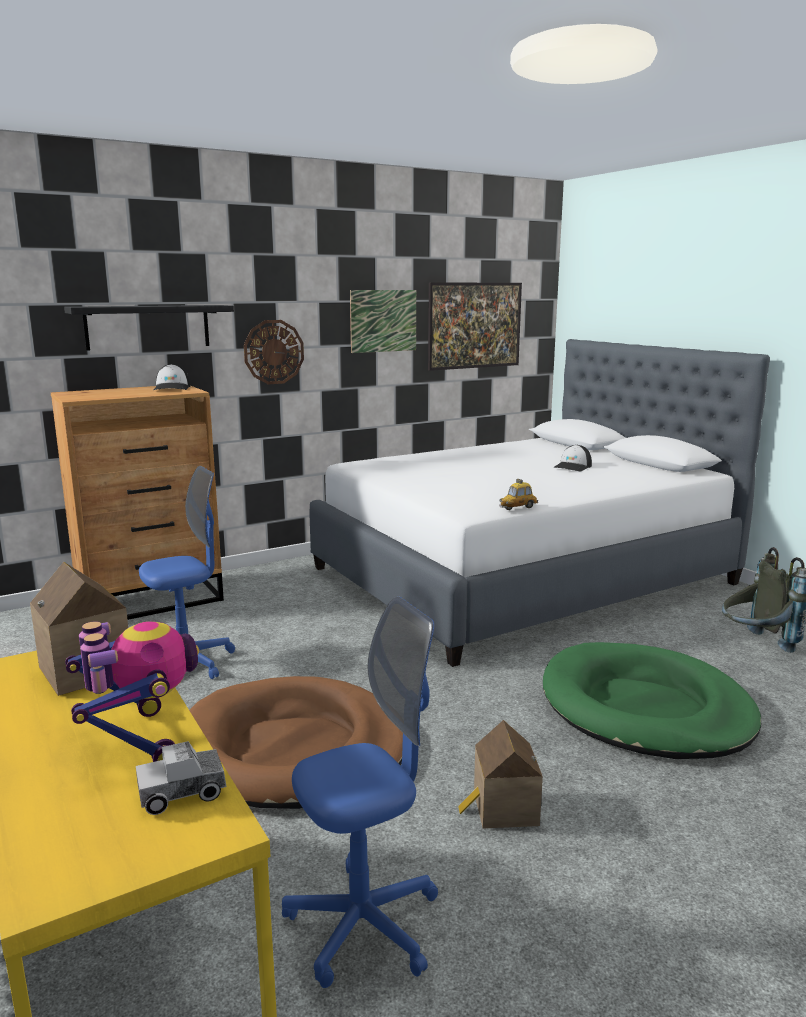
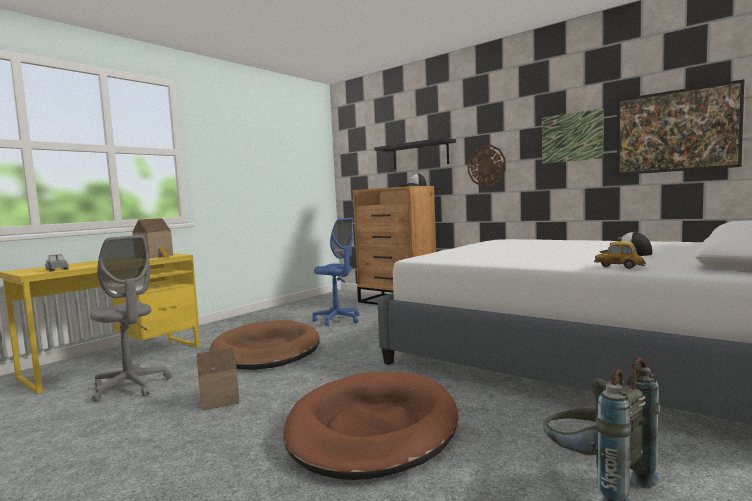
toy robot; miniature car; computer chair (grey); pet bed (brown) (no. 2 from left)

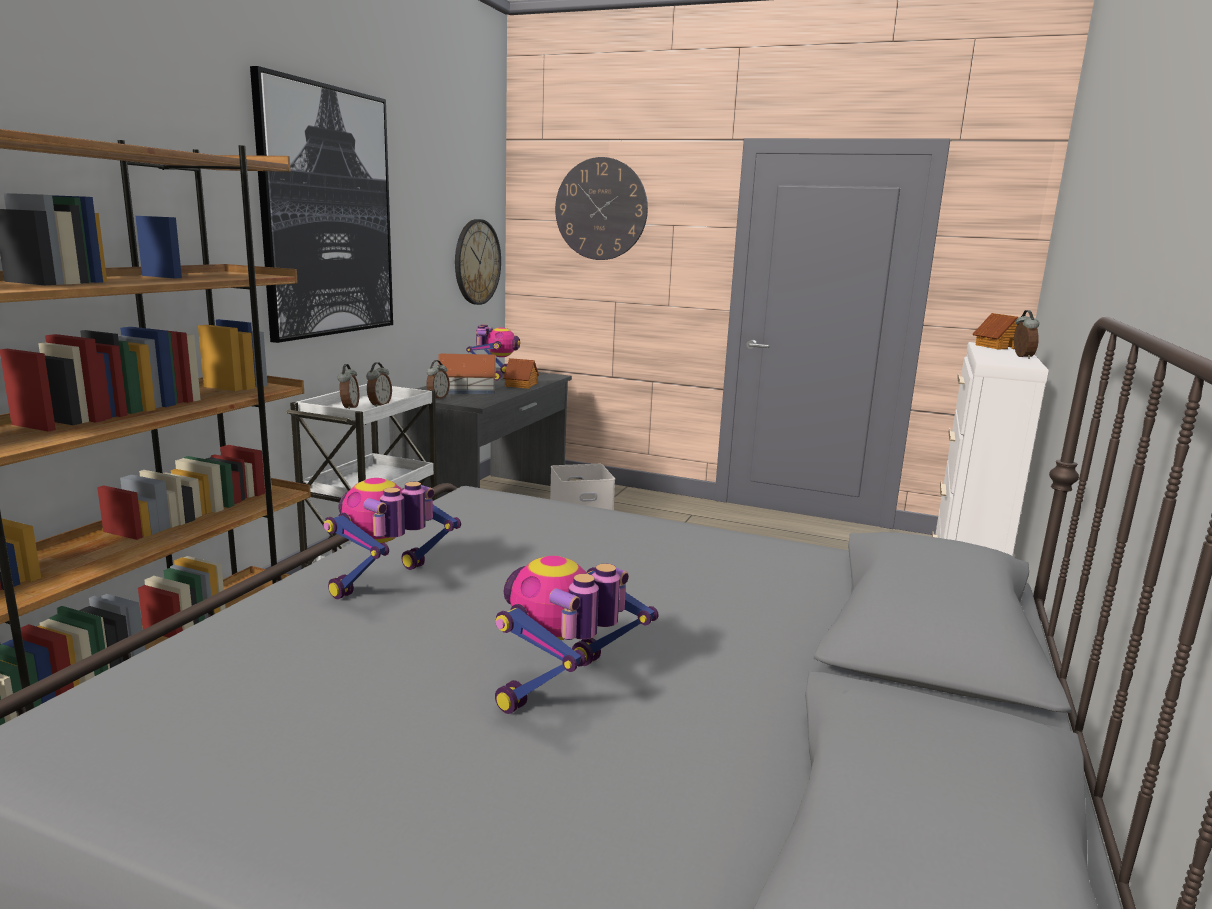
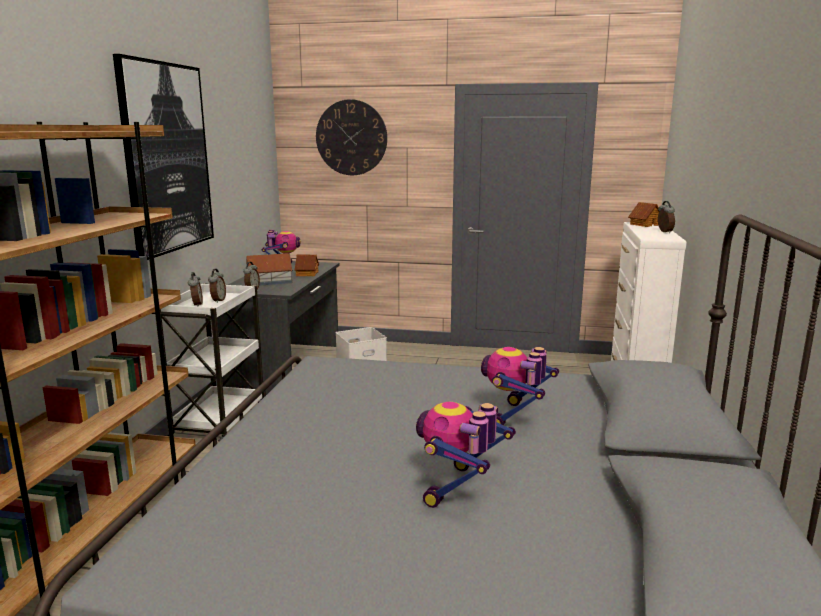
clock on the wall (no. 1 from left in the first image); toy robot (no. 3 from left)

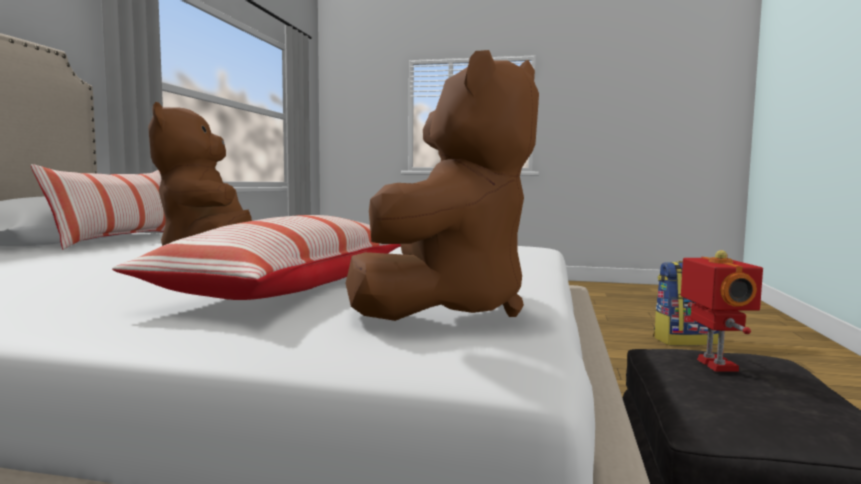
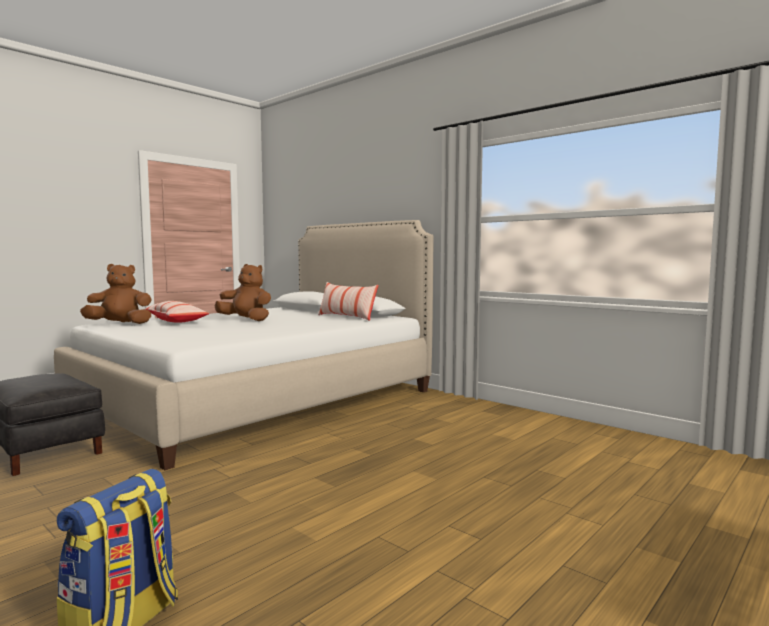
toy robot; plush toy (brown) (no. 1 from left)

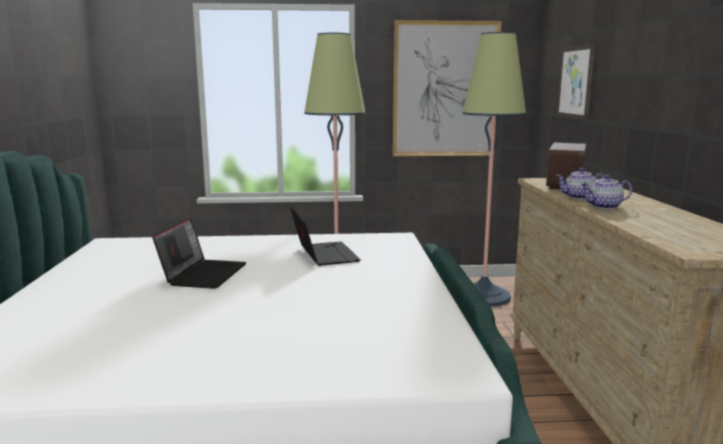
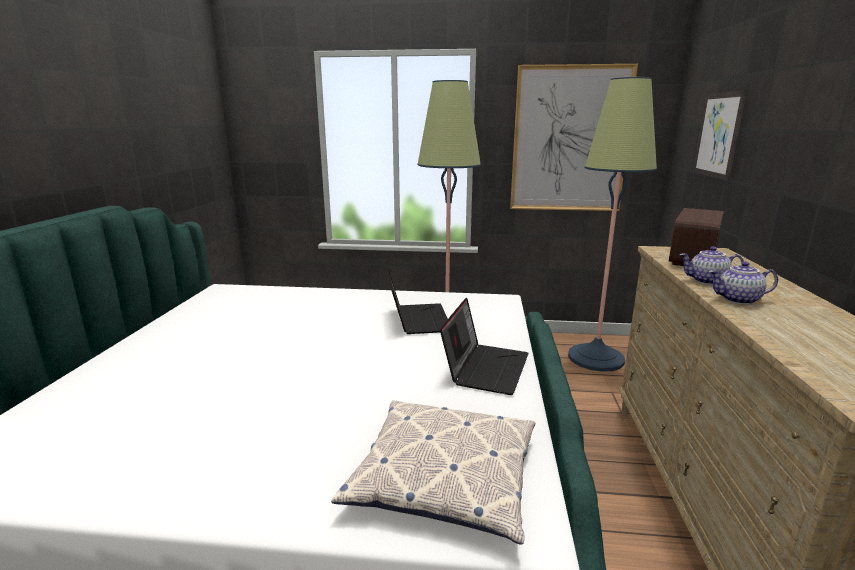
pillow; notebook computer (no. 2 from left)

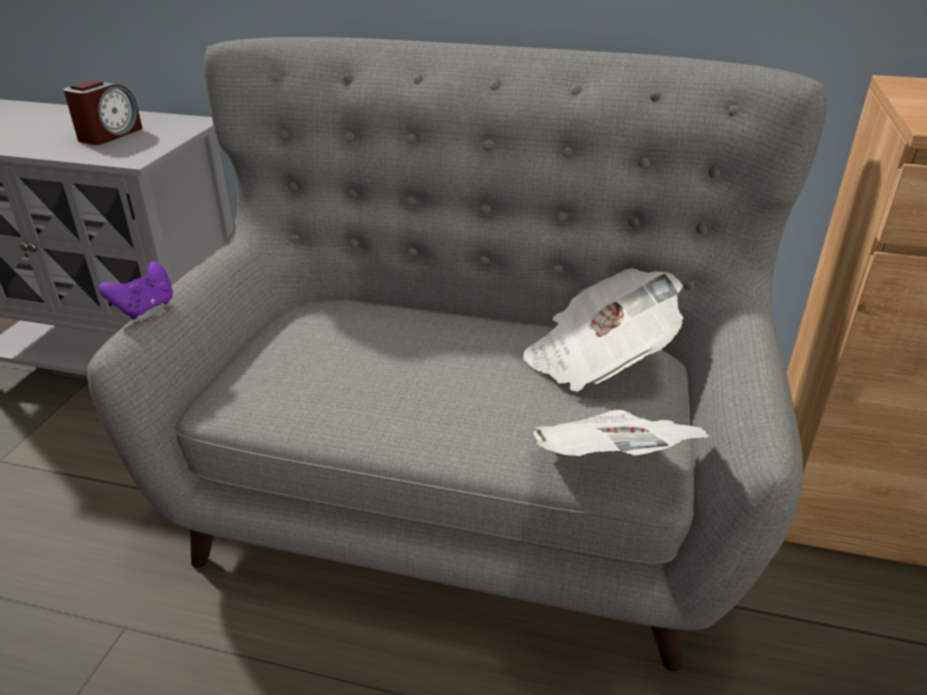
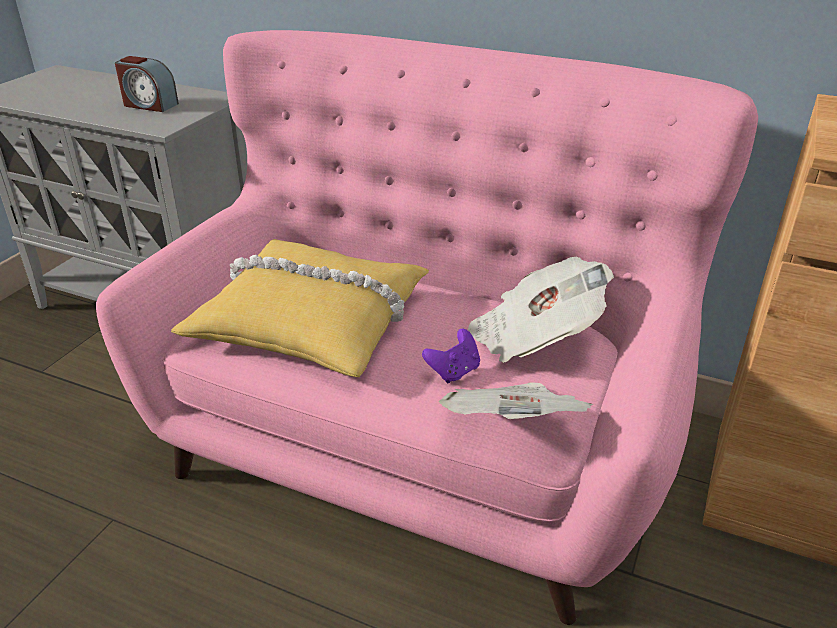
pillow (yellow-coloured); gamepad (purplish); couch (pink); table clock

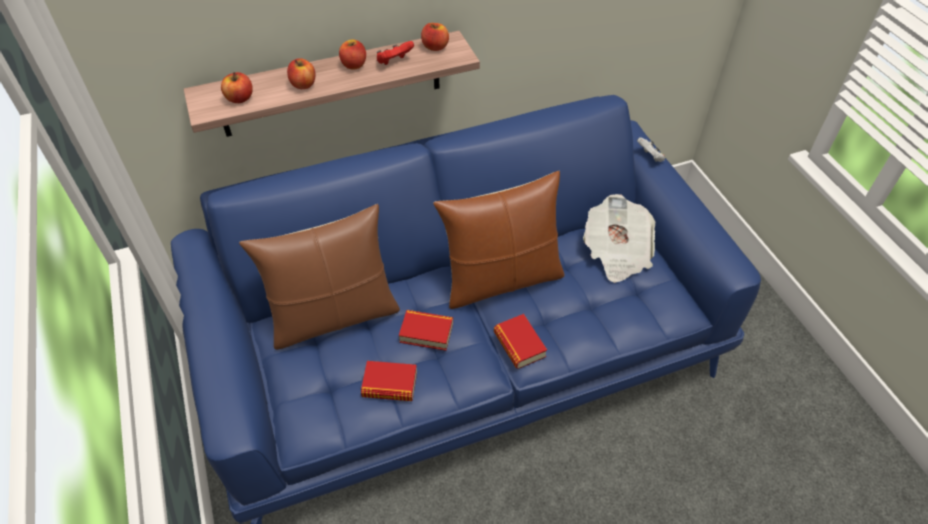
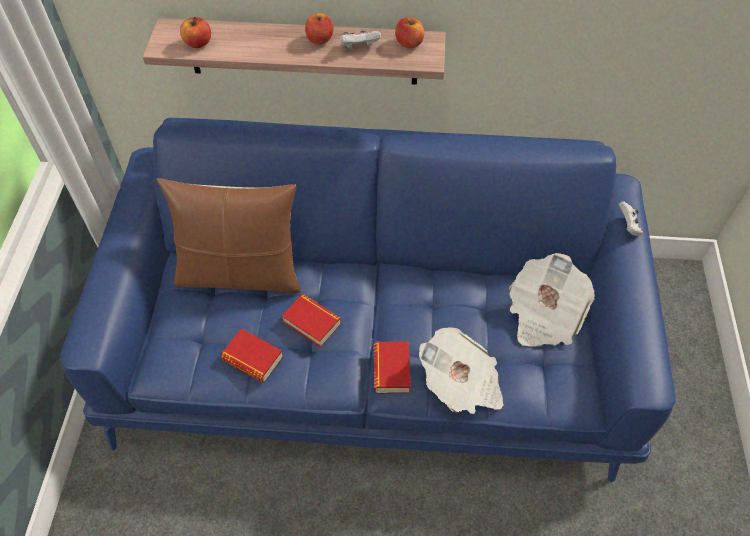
apple (no. 2 from left in the first image); pillow (brown) (no. 2 from left in the first image); daily paper (no. 1 from left); gamepad (white-coloured) (no. 1 from left)

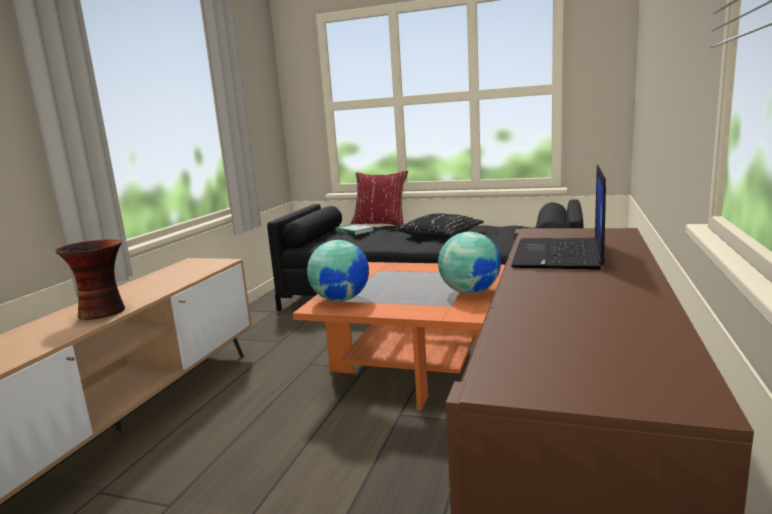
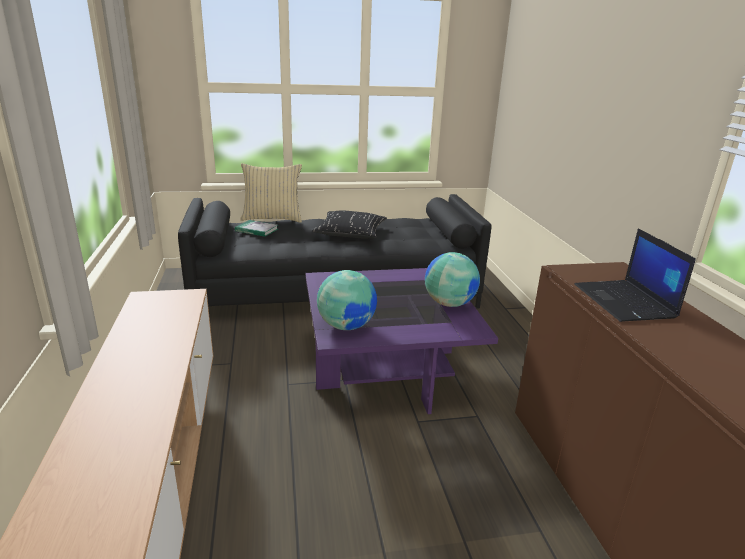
decorative vase; low table (purplish); pillow (beige-coloured)

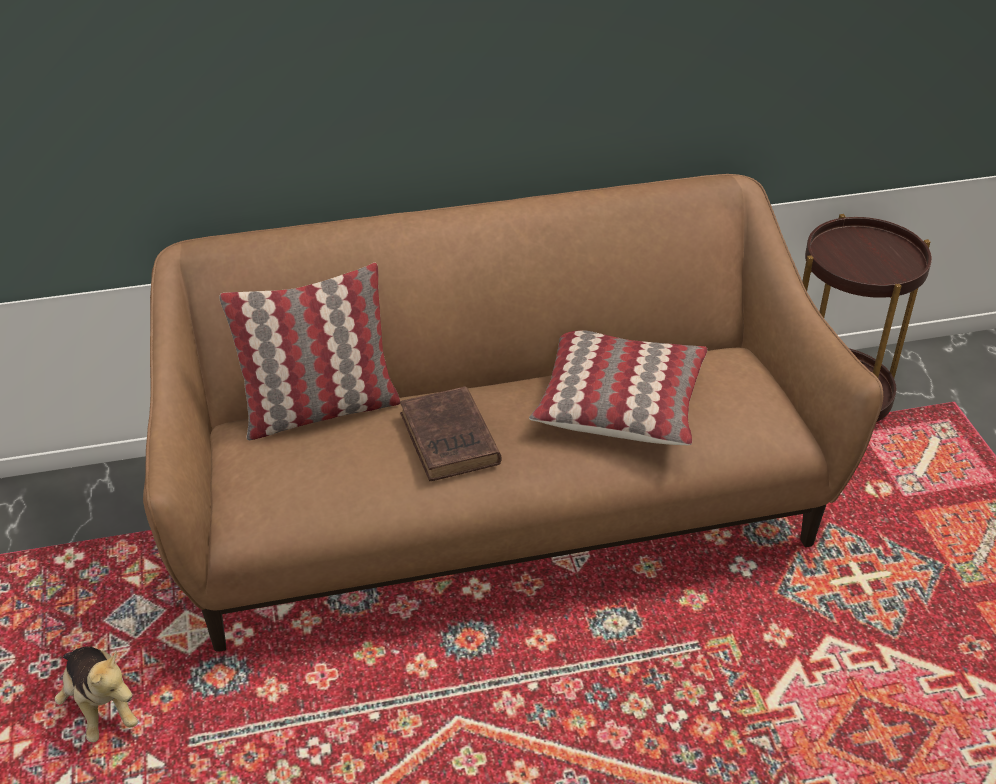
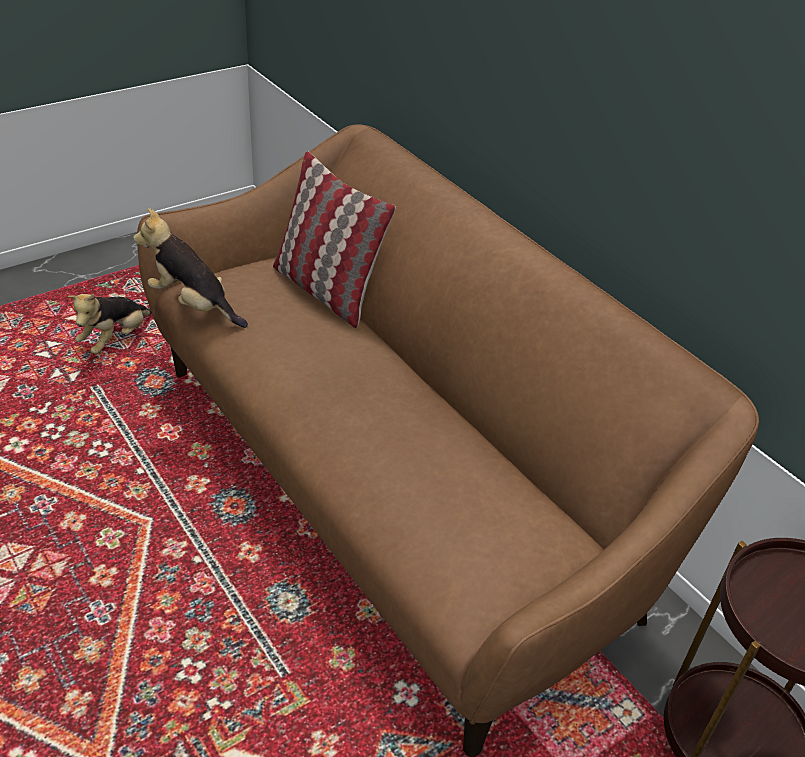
bound book (brown); pillow (no. 2 from left in the first image); plush toy (no. 2 from left)

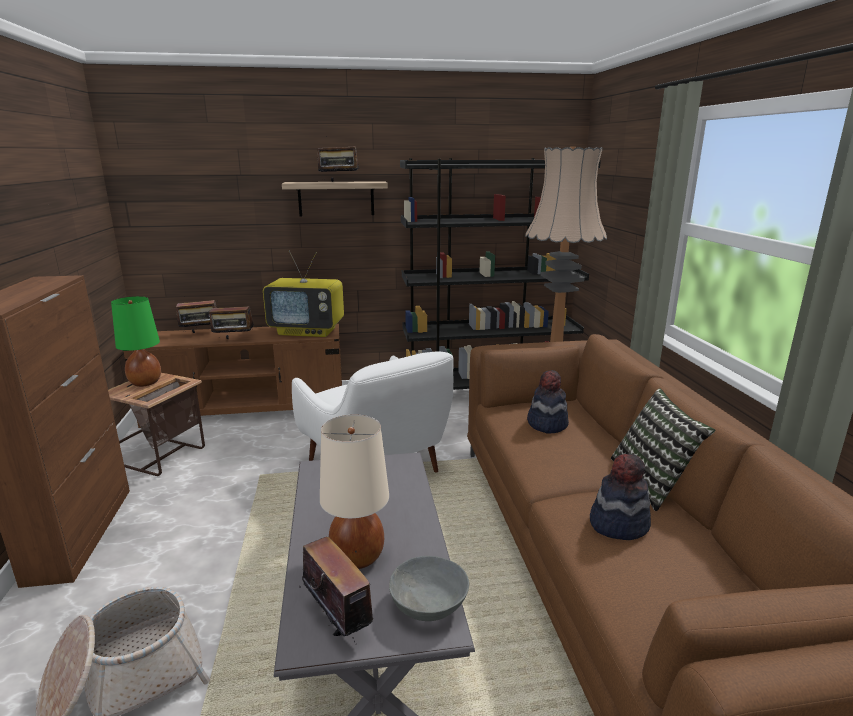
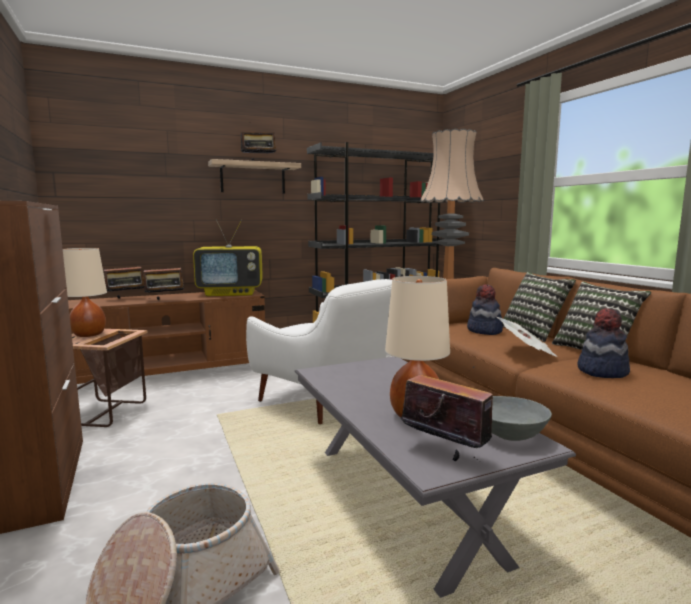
daily paper; pillow (no. 1 from left); table lamp (beige-coloured) (no. 1 from left)

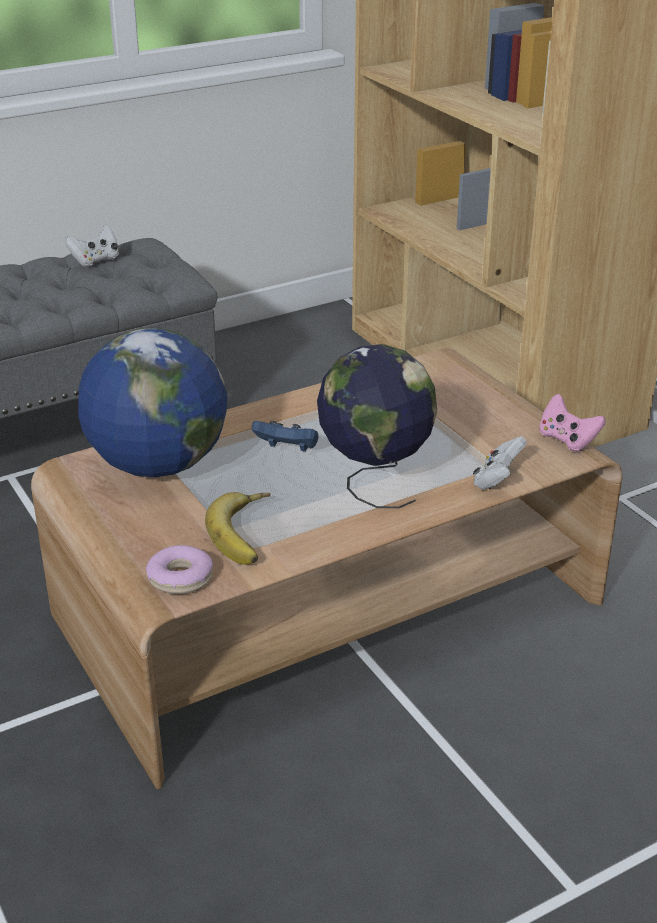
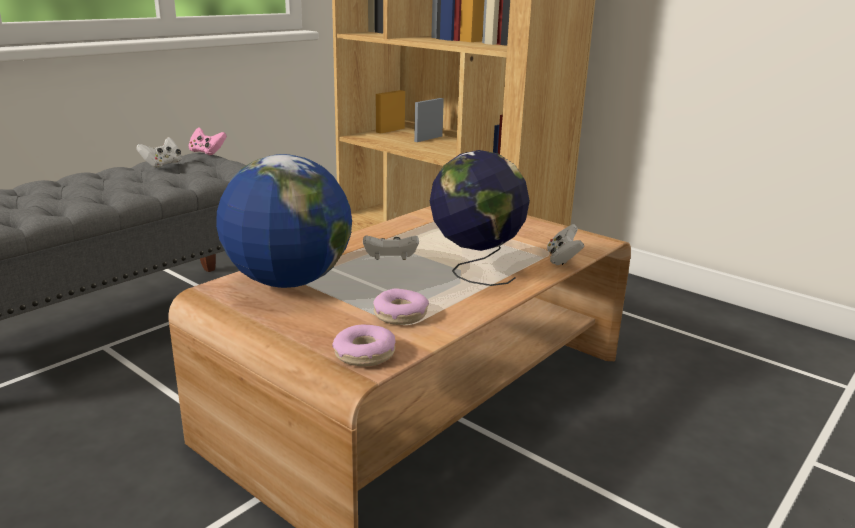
gamepad (pink); ring doughnut (no. 2 from left); gamepad (white-coloured) (no. 2 from left)

